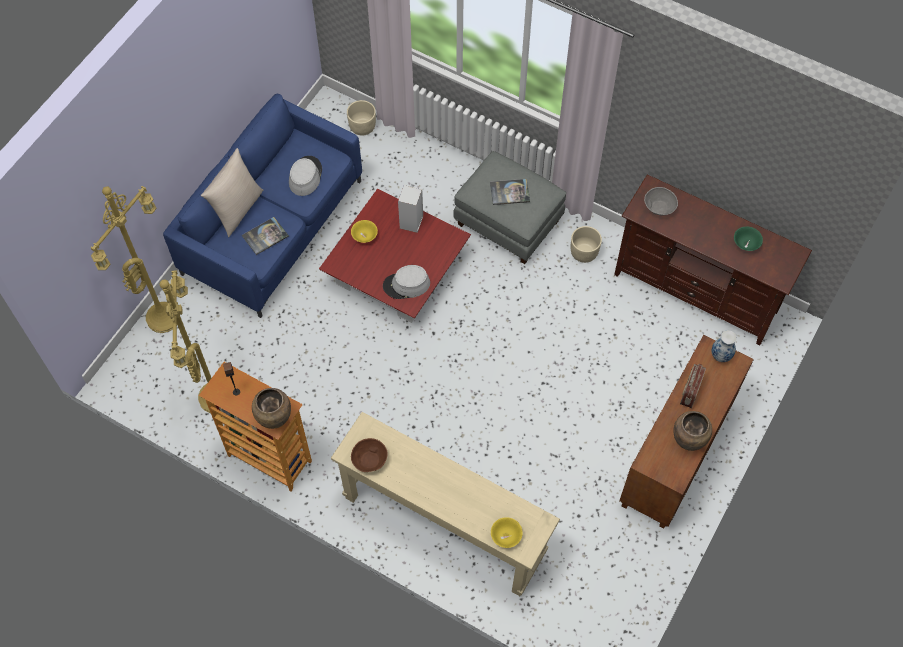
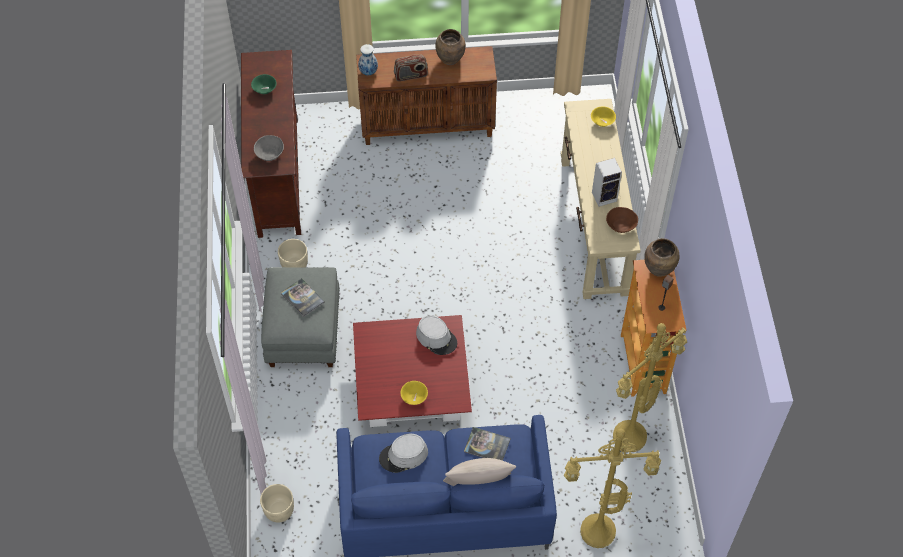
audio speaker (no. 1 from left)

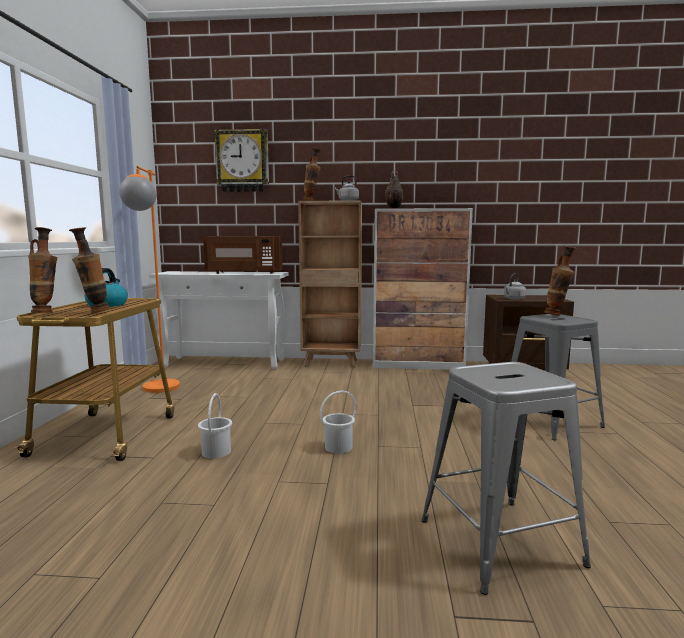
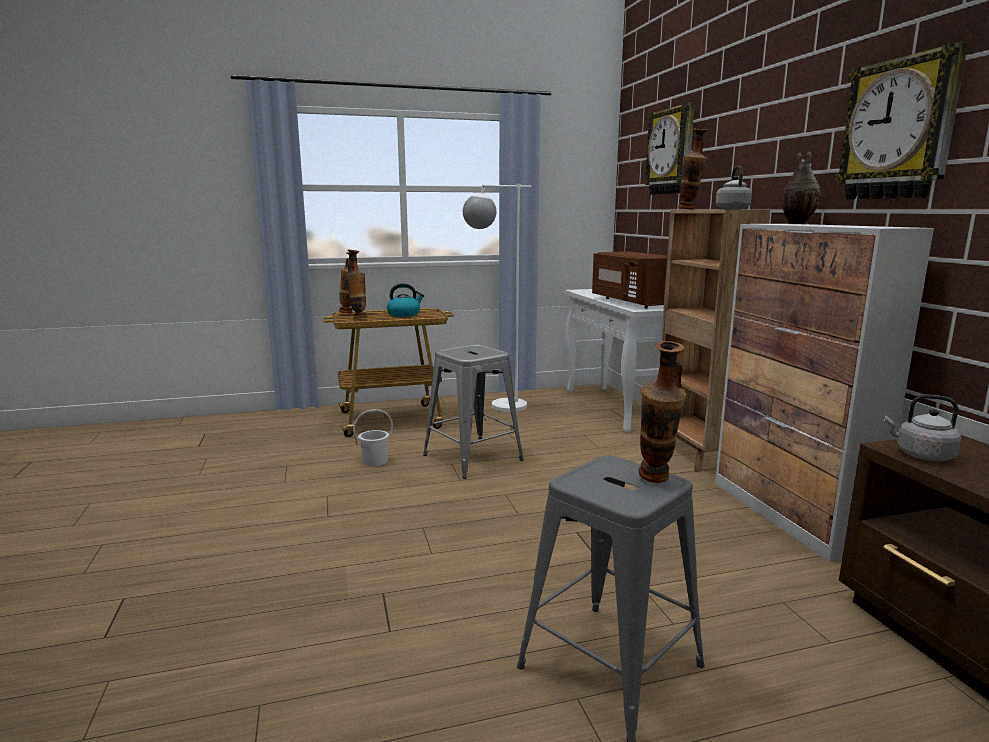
water bucket (white-coloured) (no. 2 from left in the first image); clock on the wall (no. 2 from left); sitting stool (grey) (no. 1 from left); floor lamp (white-coloured)

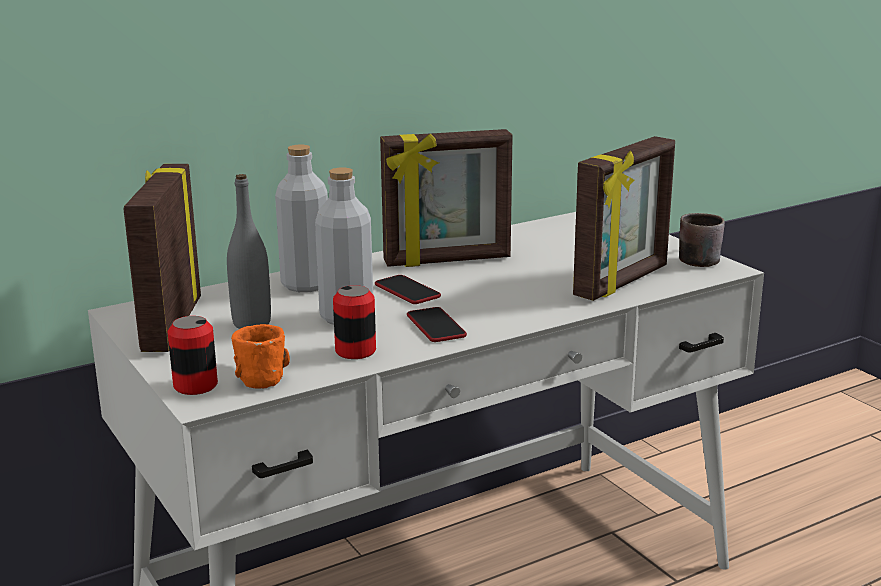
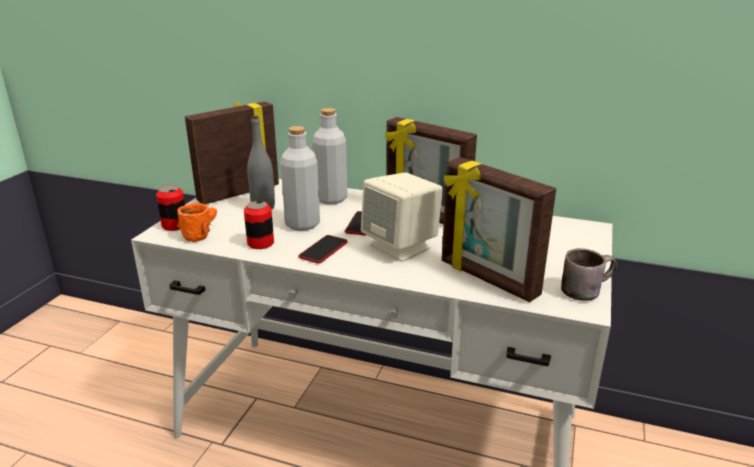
audio speaker (beige-coloured); photo frame (no. 3 from left)

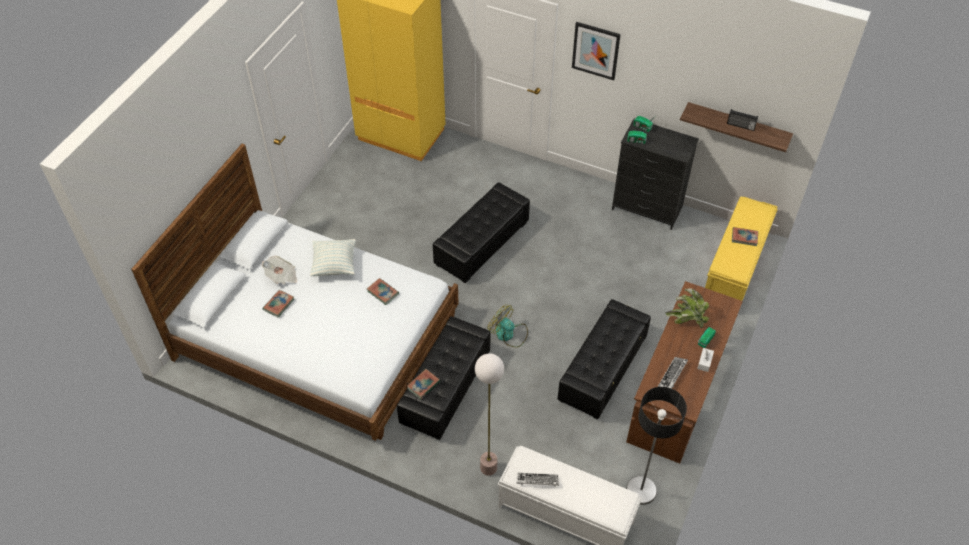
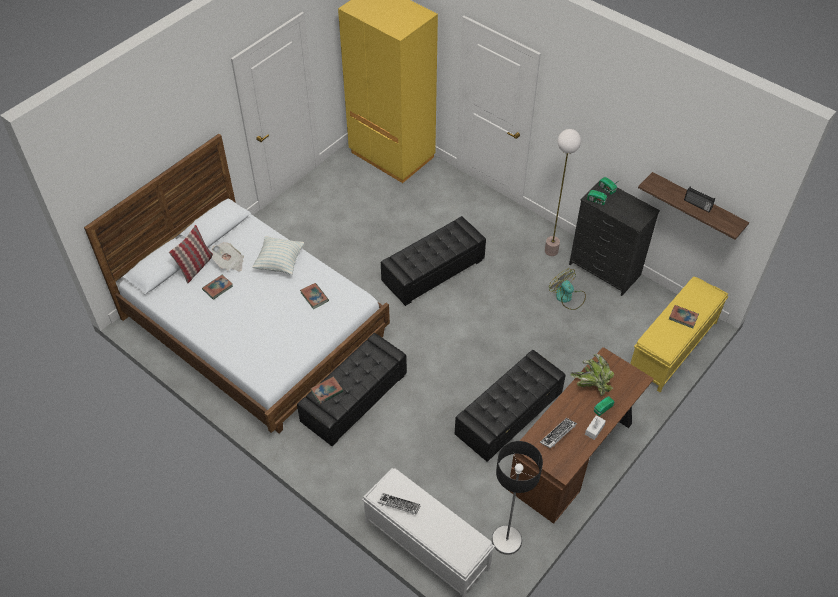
wall picture; pillow (no. 1 from left); floor lamp (no. 2 from left); cooling fan

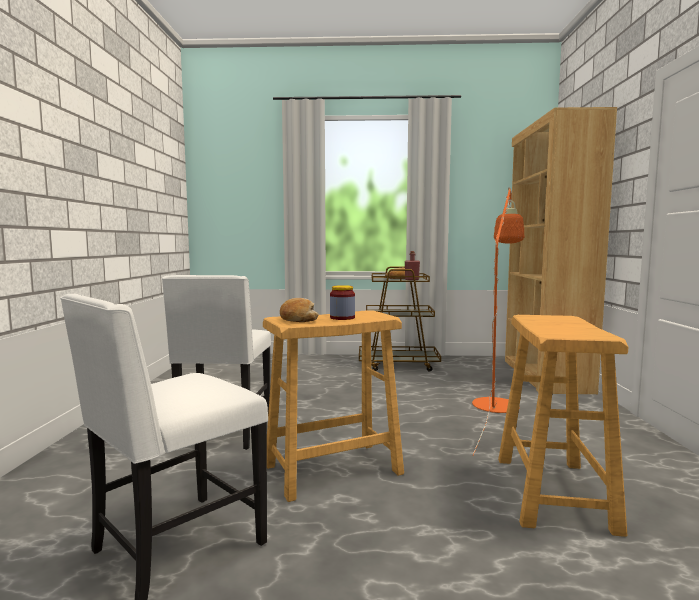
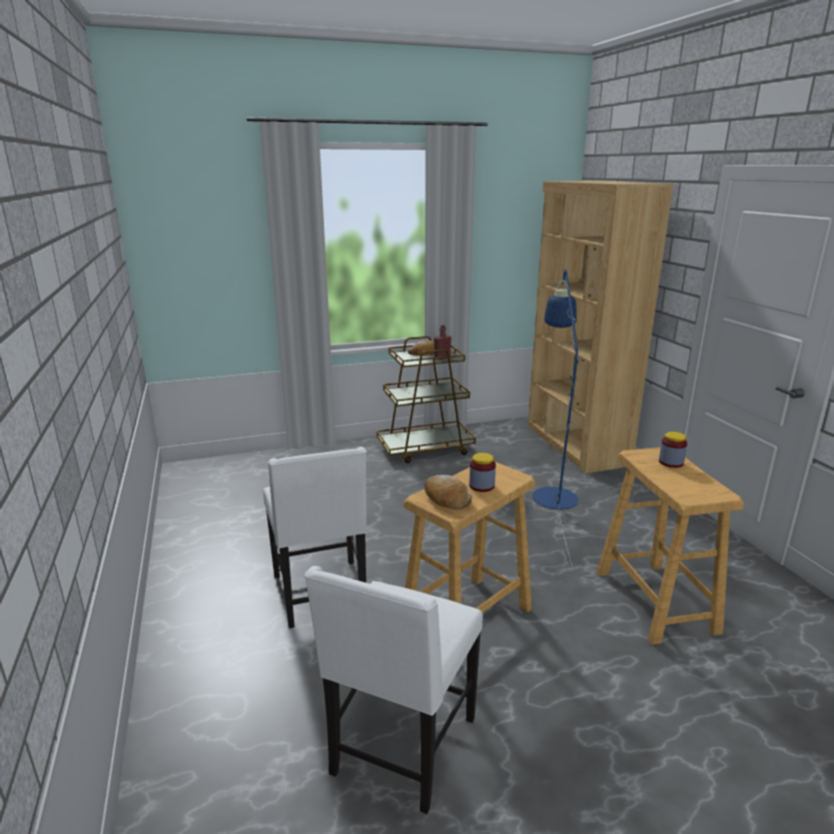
storage jar (no. 2 from left); floor lamp (blue)

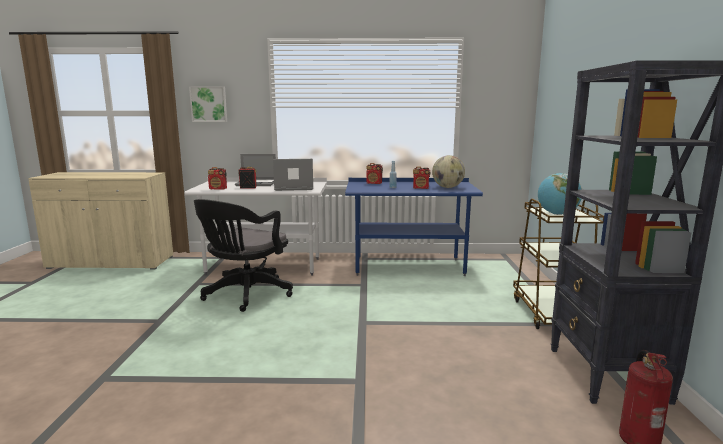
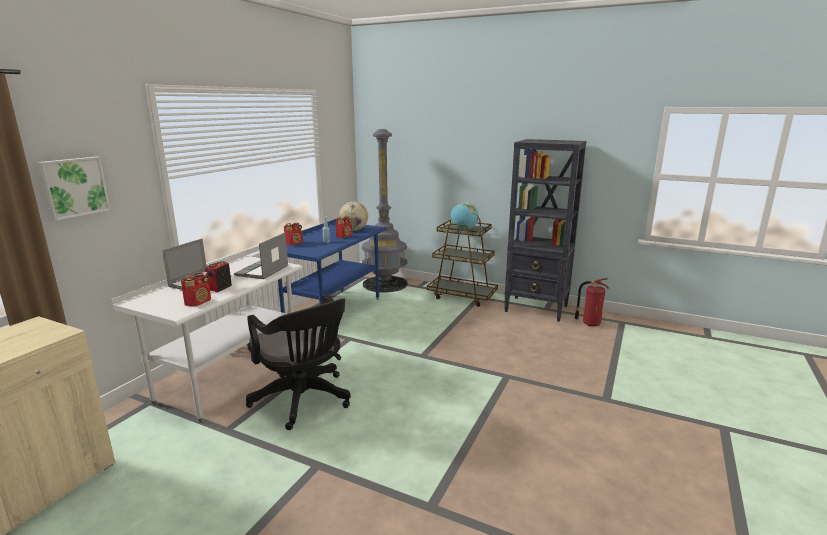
floor lamp (grey)

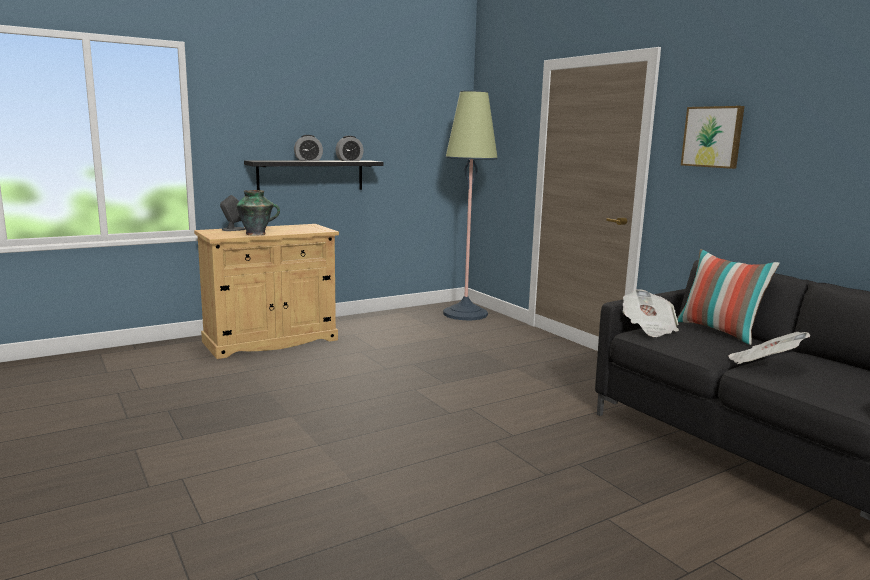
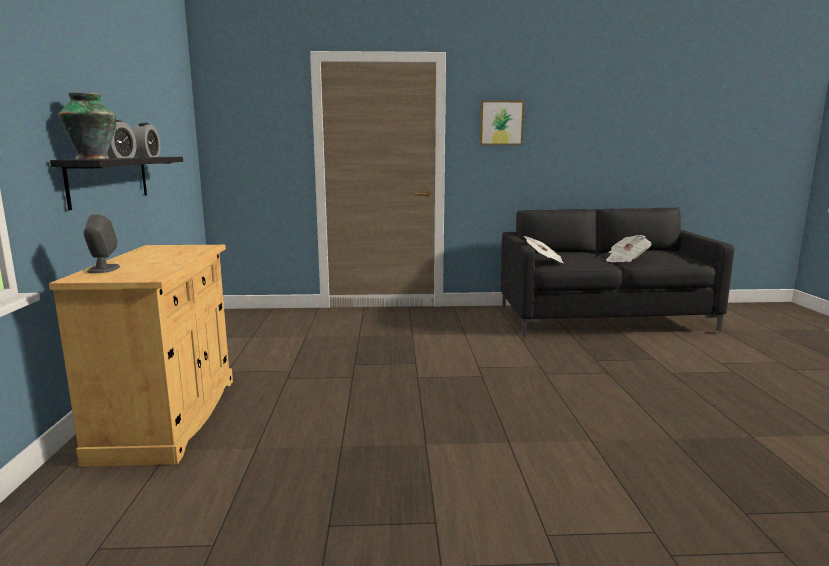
floor lamp; pillow; decorative vase

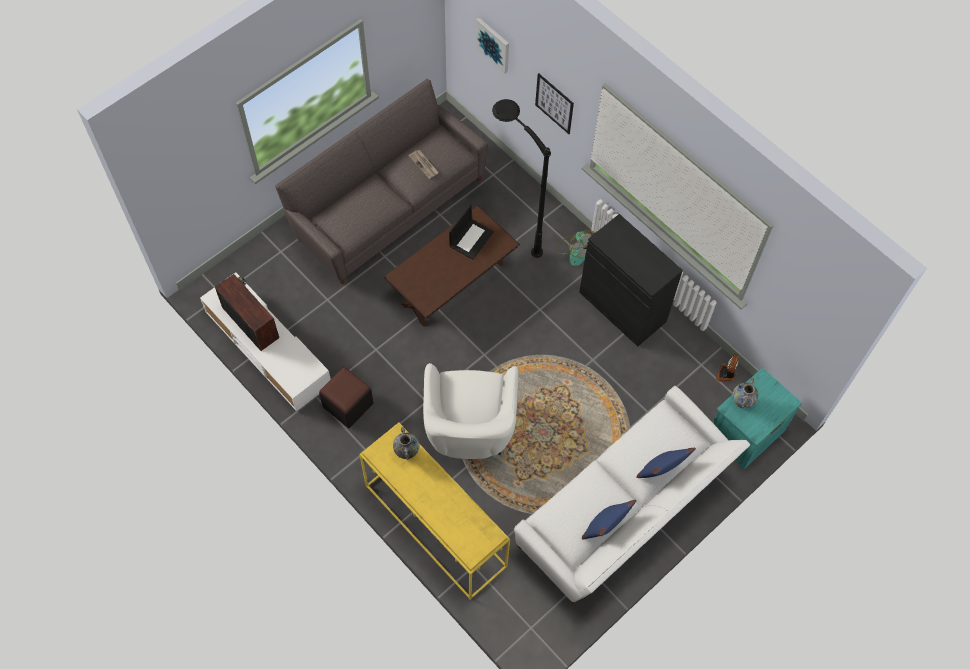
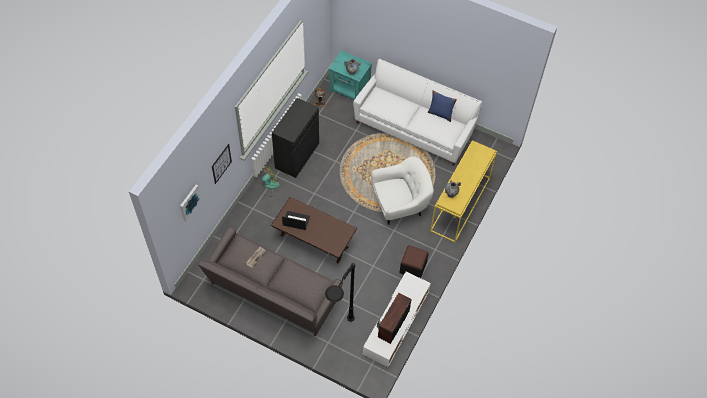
pillow (blue) (no. 2 from left in the first image); floor lamp (blackish)

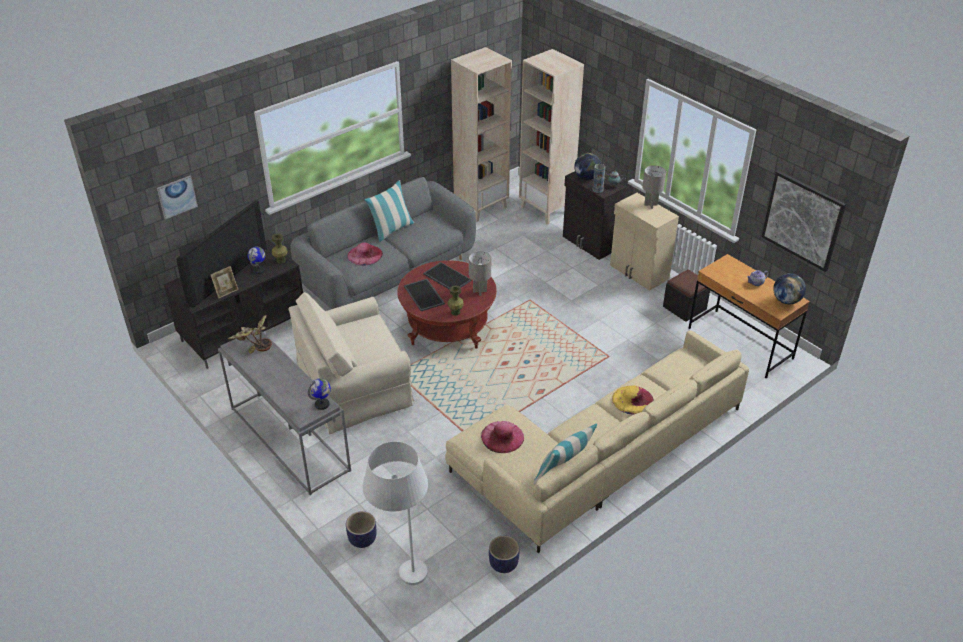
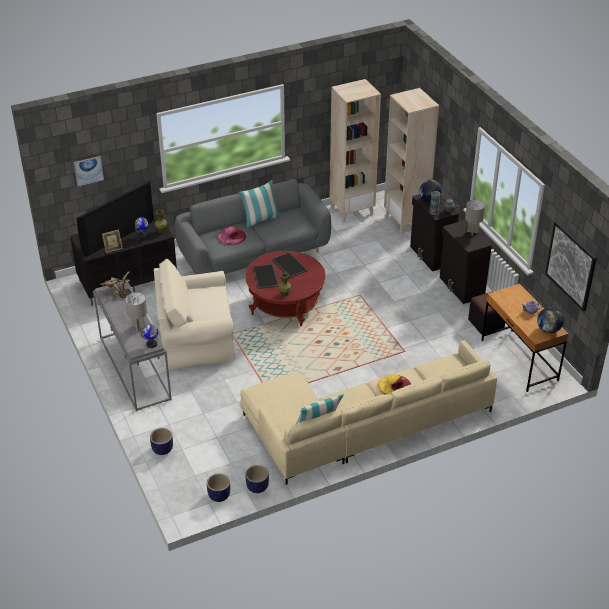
floor lamp (white-coloured); clothing hat (pink) (no. 2 from left in the first image); planter (no. 2 from left); table lamp (grey) (no. 1 from left); storage cabinet (blackish) (no. 2 from left)

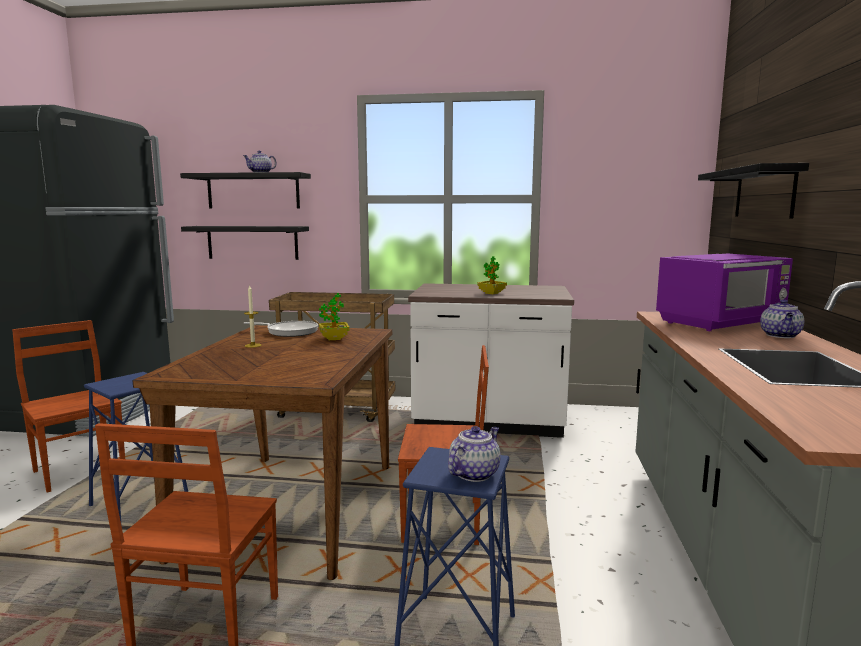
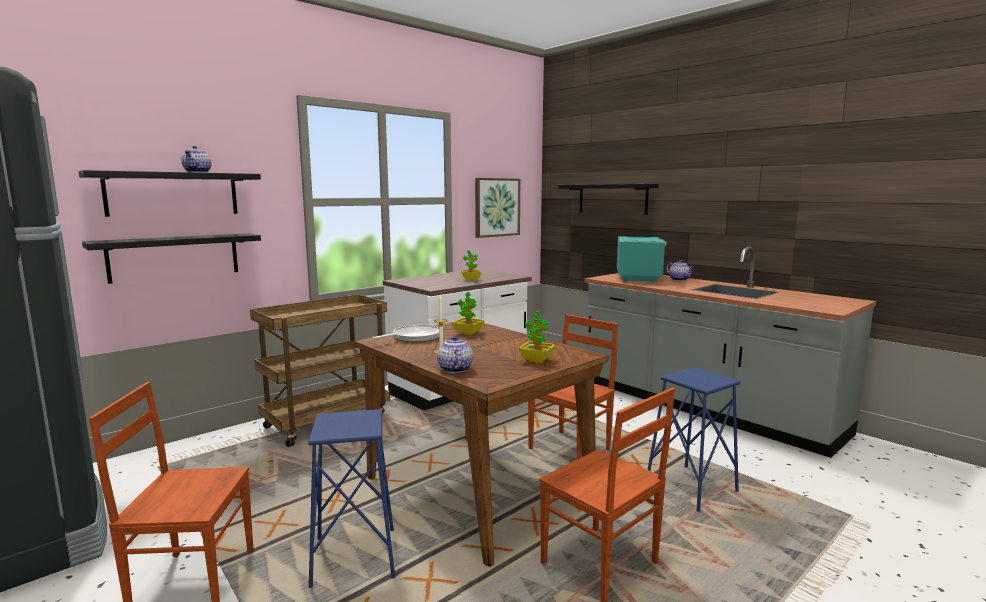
wall picture; potted plant (no. 3 from left); pot for tea (no. 2 from left); microwave oven (turquoise-coloured)

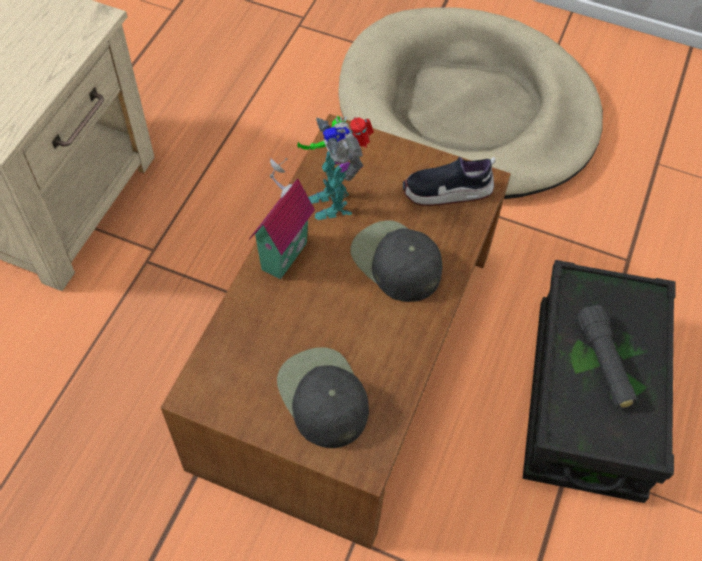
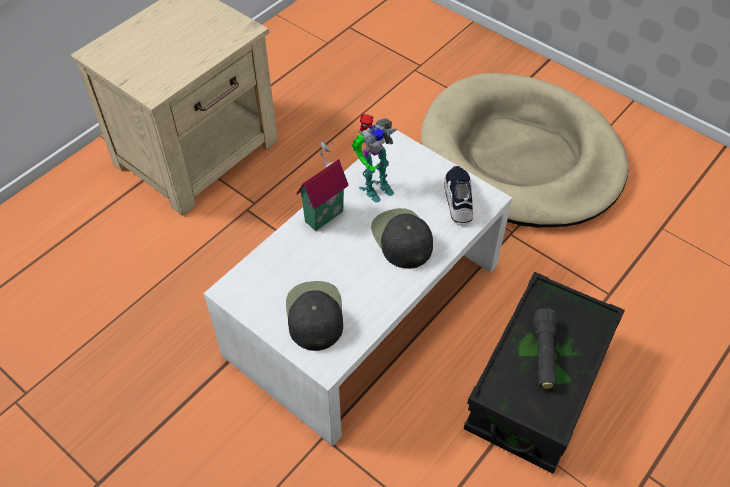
low table (white-coloured); toy robot; item of footwear

